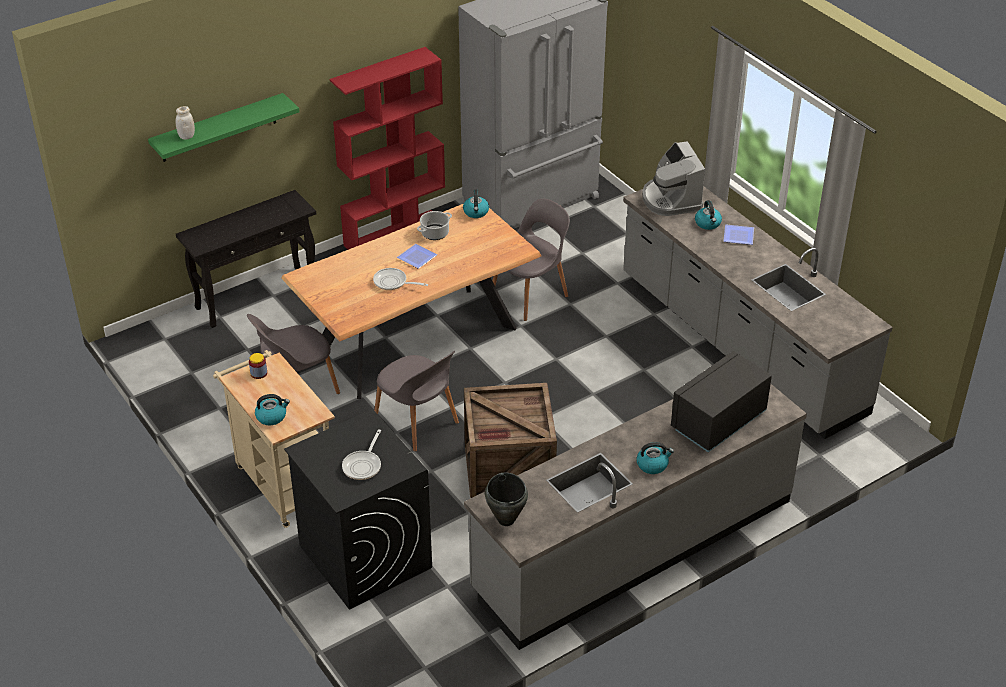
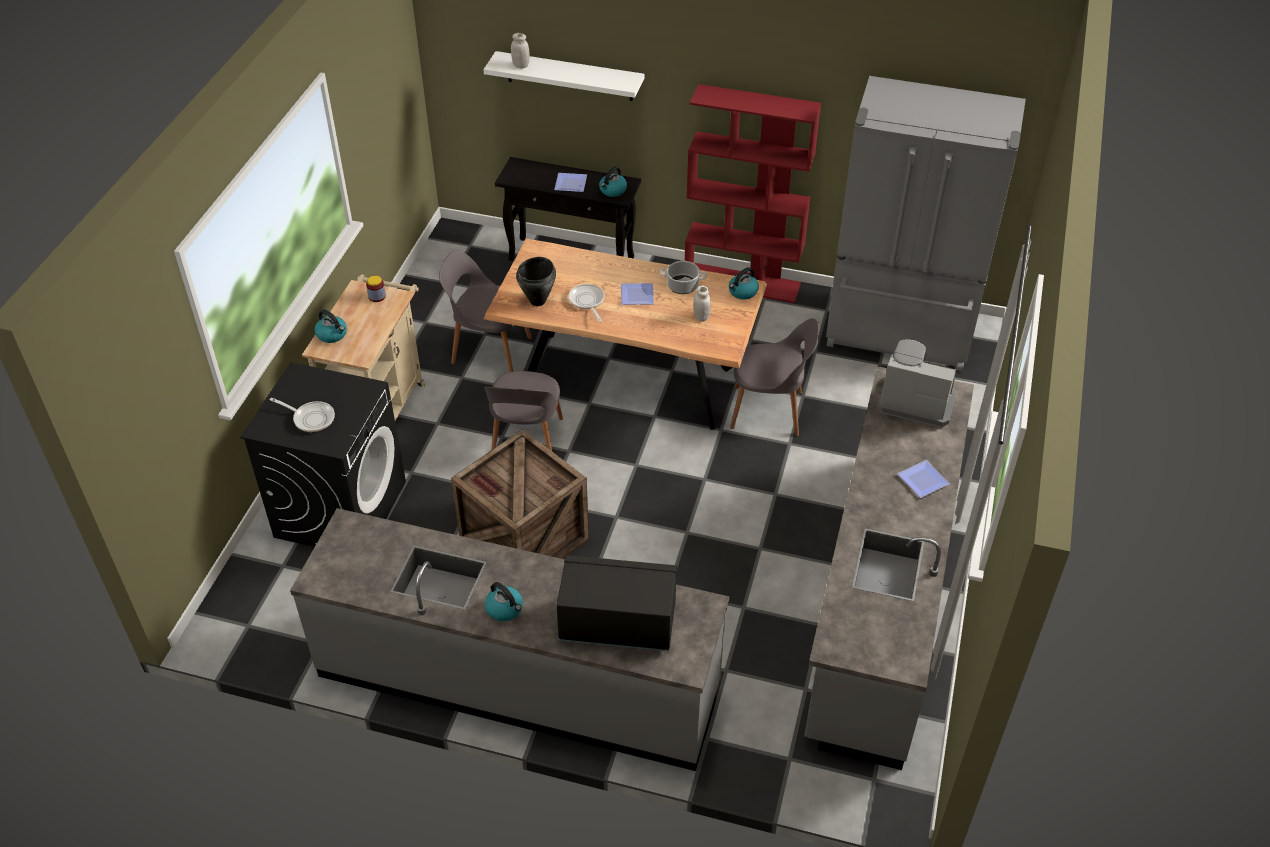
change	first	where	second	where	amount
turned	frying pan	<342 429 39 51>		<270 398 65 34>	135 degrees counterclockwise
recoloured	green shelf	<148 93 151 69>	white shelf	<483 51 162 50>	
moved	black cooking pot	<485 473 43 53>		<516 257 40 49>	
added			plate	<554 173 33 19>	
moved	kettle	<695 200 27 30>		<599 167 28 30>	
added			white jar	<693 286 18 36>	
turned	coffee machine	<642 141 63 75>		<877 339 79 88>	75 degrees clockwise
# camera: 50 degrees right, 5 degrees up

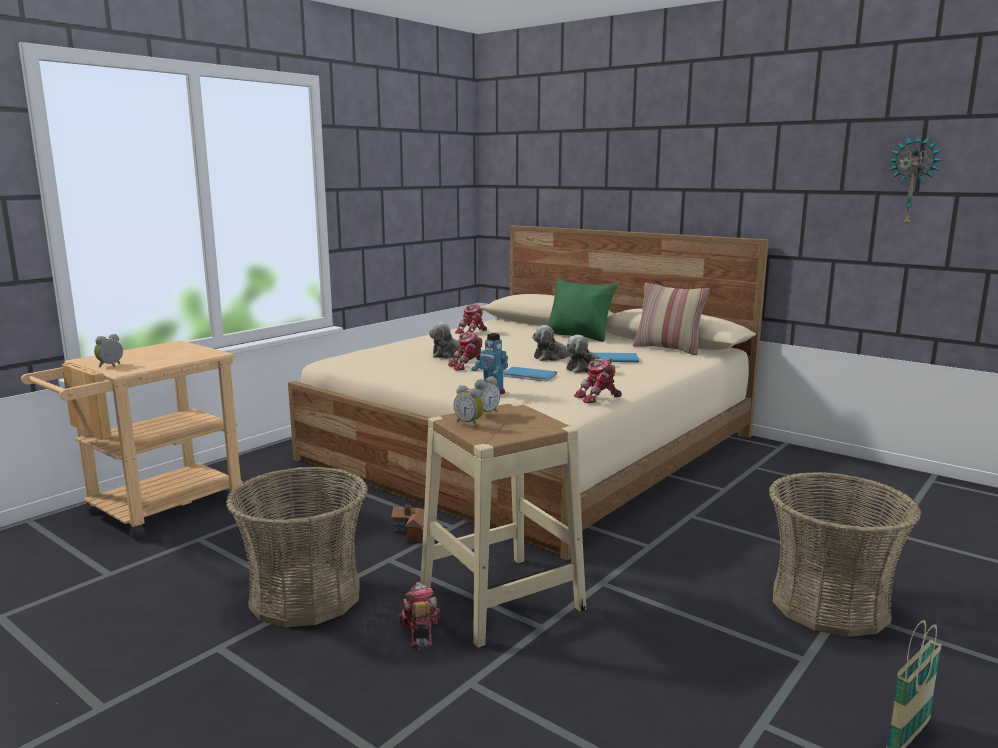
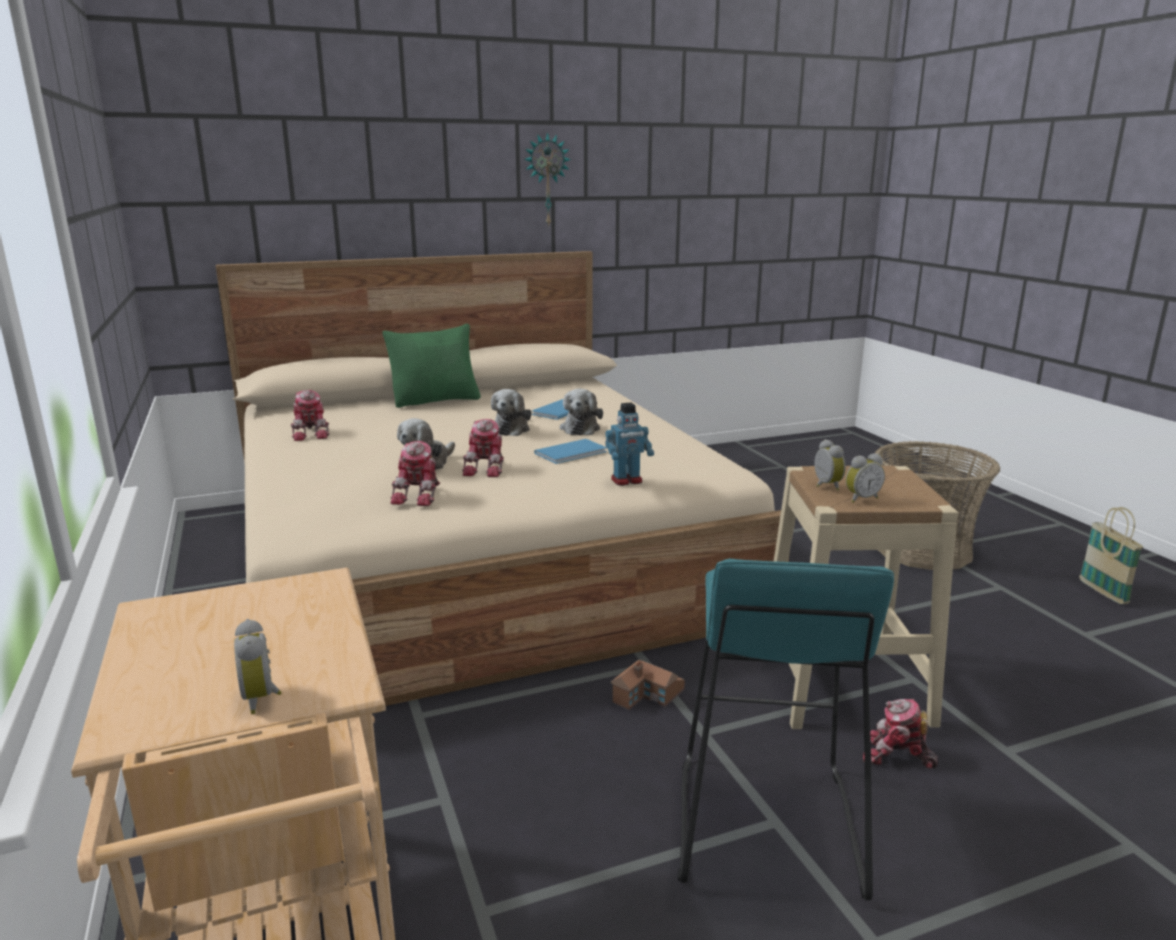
change	first	where	second	where	amount
moved	toy robot	<574 359 48 45>		<390 441 50 65>	
moved	wall clock	<888 134 55 92>		<524 132 47 95>	
replaced	basket	<226 467 142 160>	turquoise stool	<678 559 216 342>	
removed	pillow	<633 283 77 72>			
# camera: 60 degrees left, 5 degrees up

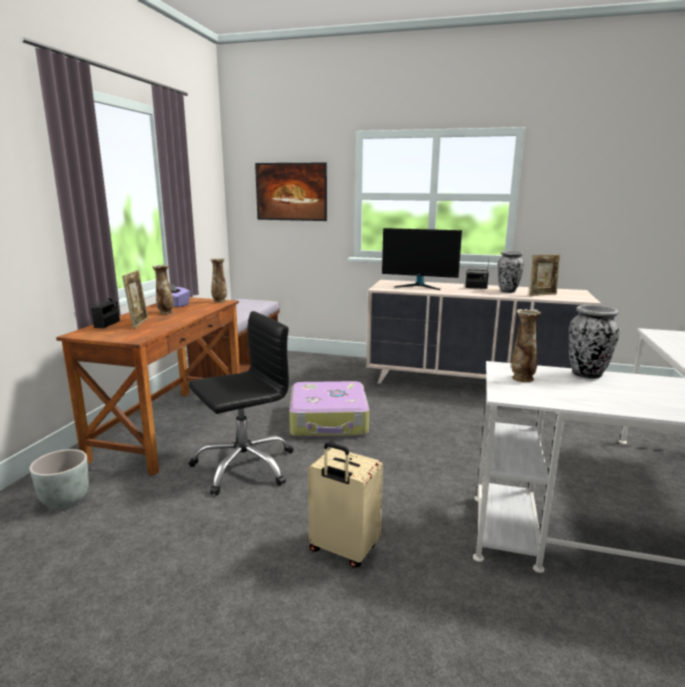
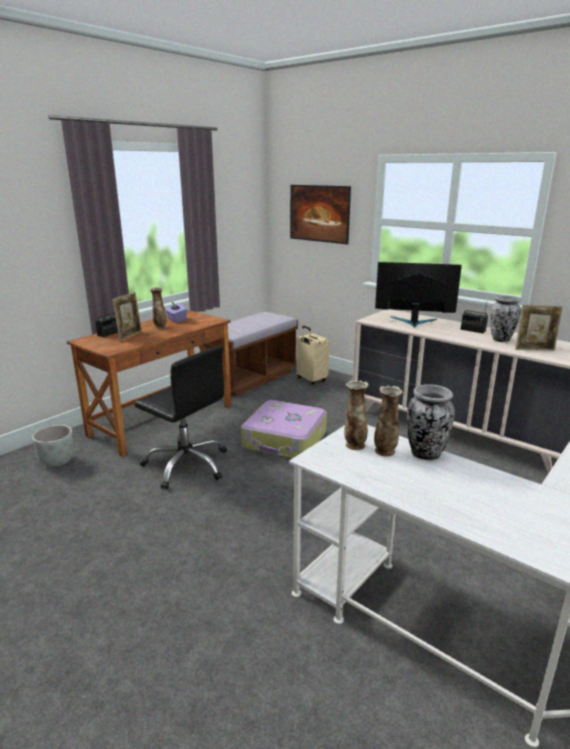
change	first	where	second	where	amount
turned	black office chair	<188 311 105 184>		<135 346 92 143>	45 degrees clockwise
moved	beige suitcase	<308 442 75 126>		<297 326 32 59>	
moved	vase	<210 258 17 45>		<374 385 29 72>	
turned	monitor	<382 228 80 62>		<375 262 87 65>	150 degrees clockwise
# camera: 25 degrees right, 5 degrees up

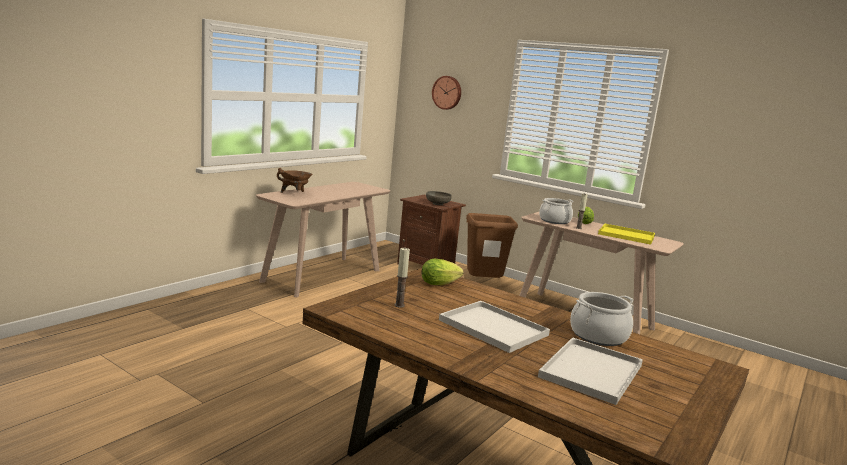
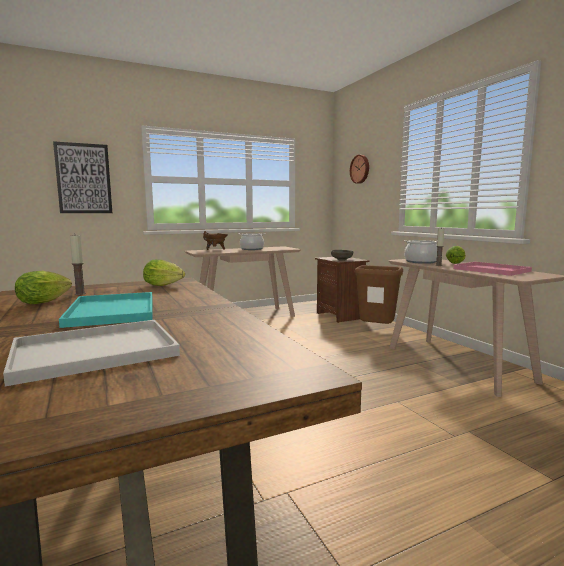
change	first	where	second	where	amount
added			lettuce	<15 271 57 33>	
added			picture	<53 141 59 72>	
recoloured	white tray	<439 301 111 52>	turquoise tray	<59 292 94 36>	
moved	cooking pot	<570 292 64 54>		<239 233 26 17>	
recoloured	yellow tray	<598 224 57 20>	pink tray	<453 262 79 14>	
# camera: 30 degrees right, 5 degrees down

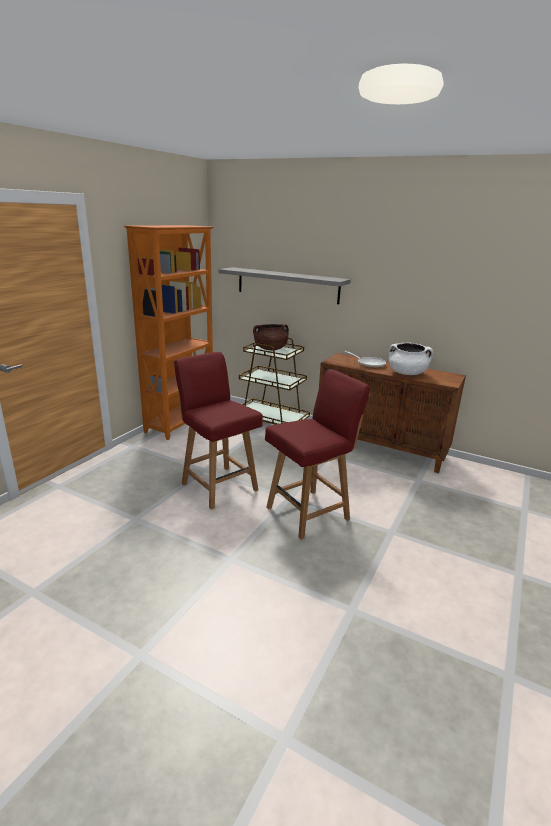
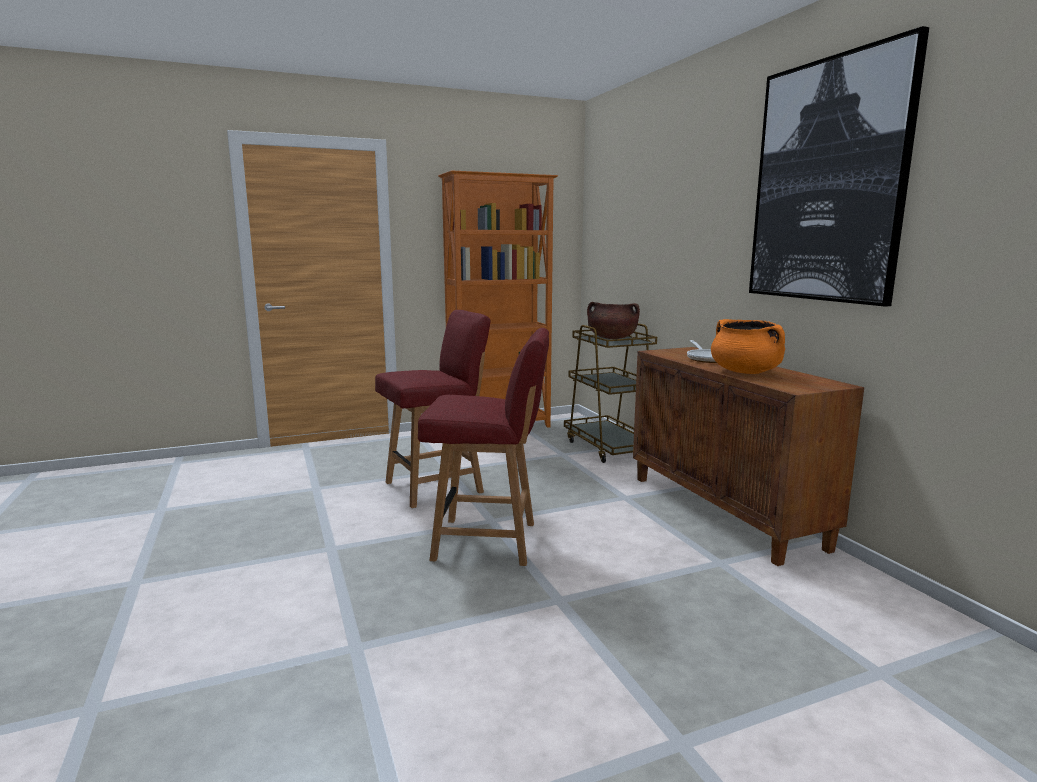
change	first	where	second	where	amount
turned	red chair	<174 352 89 158>		<375 310 116 198>	60 degrees clockwise
recoloured	white cooking pot	<388 343 45 32>	orange cooking pot	<711 319 74 55>	
added			picture	<749 26 180 281>	
removed	grey shelf	<219 267 132 37>			
# camera: 40 degrees right, 10 degrees down

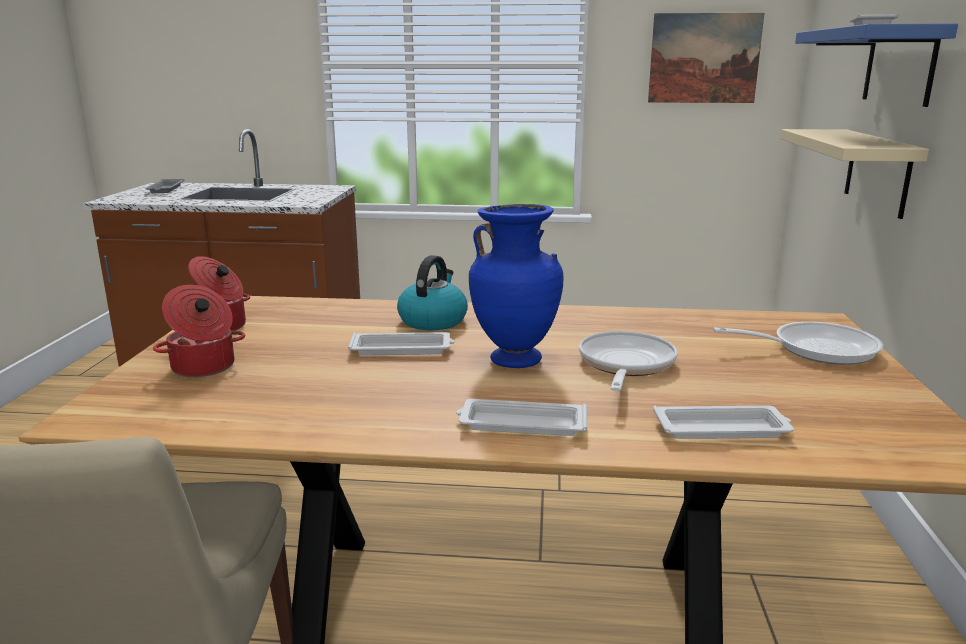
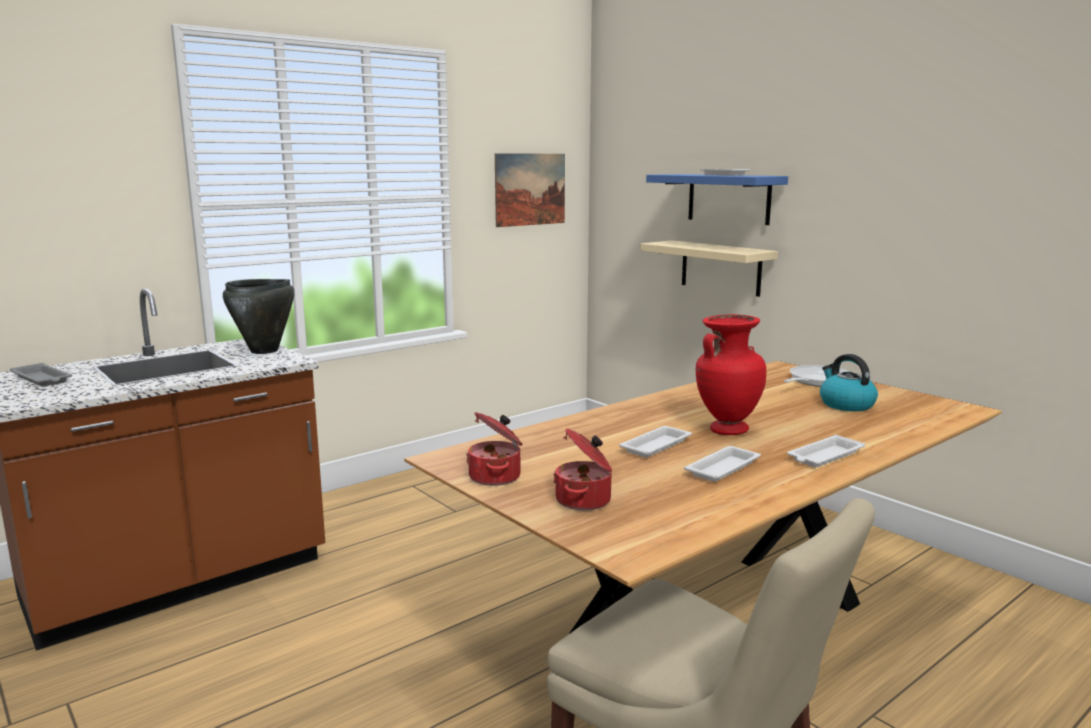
change	first	where	second	where	amount
added			black cooking pot	<223 279 72 75>	
moved	white tray	<653 405 141 34>		<684 446 77 36>	
recoloured	blue vase	<469 204 95 164>	red vase	<696 314 70 121>	
moved	kettle	<397 255 71 75>		<820 354 58 57>	
removed	frying pan	<579 331 99 60>			
# camera: 45 degrees left, 5 degrees down

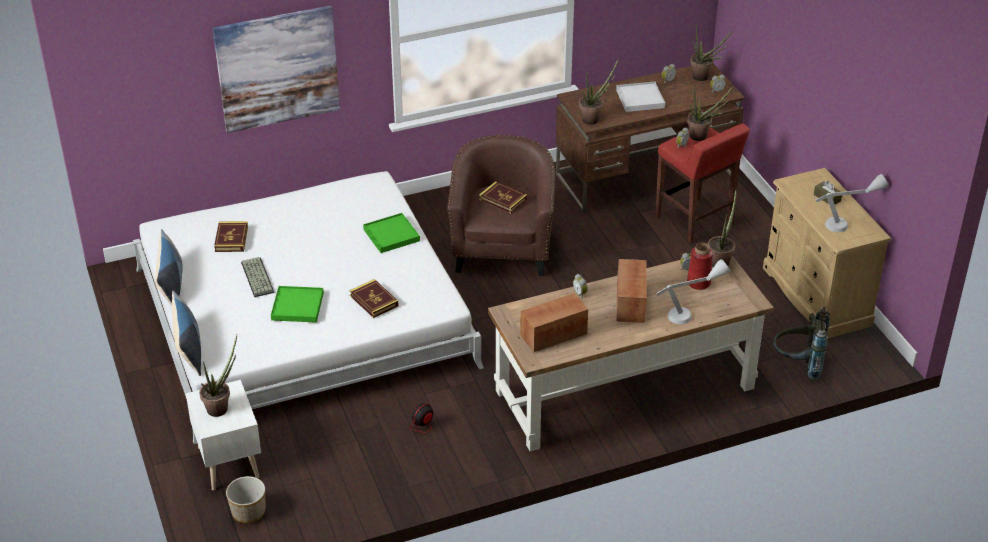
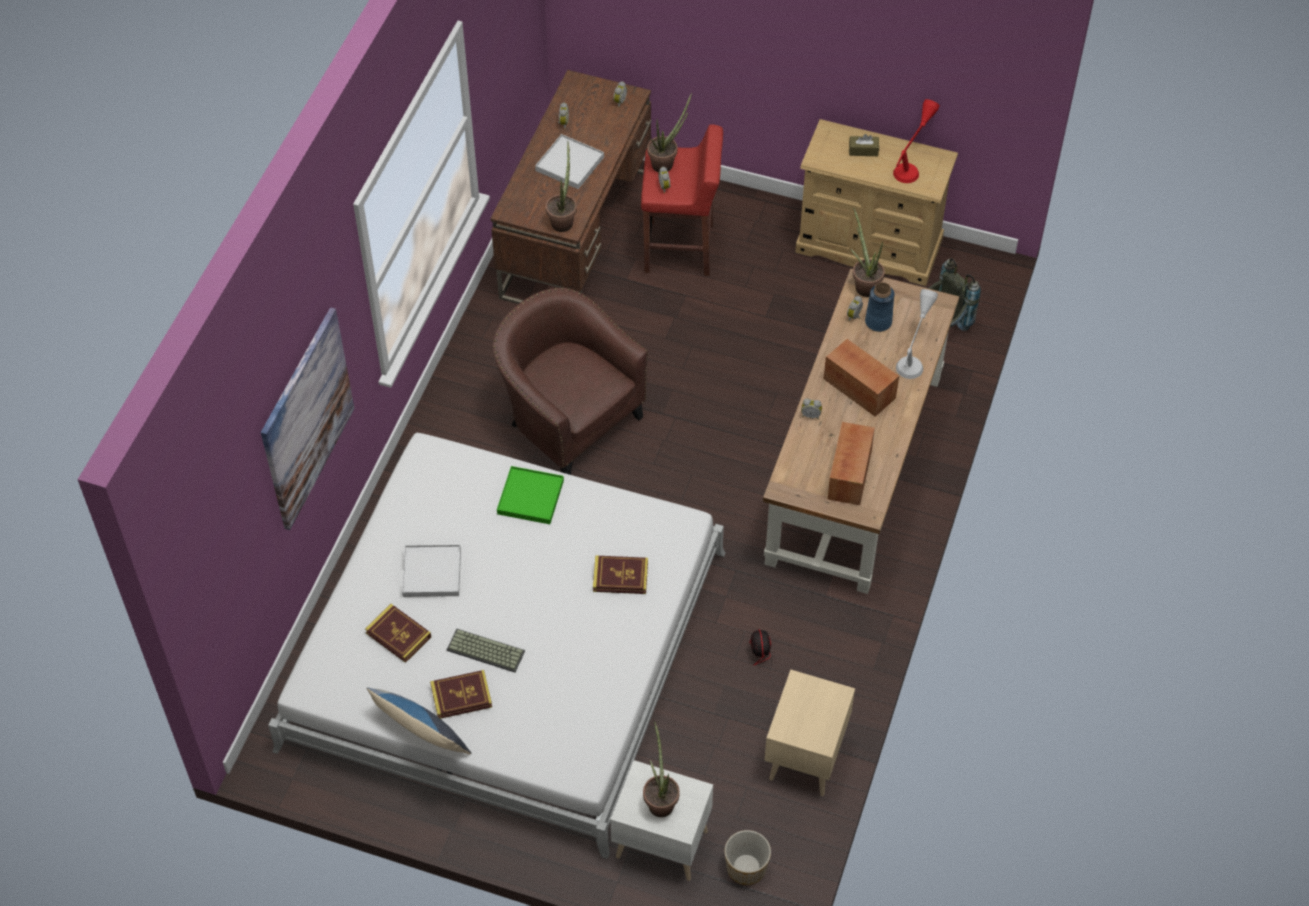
change	first	where	second	where	amount
added			white tray	<402 544 59 53>	
moved	book	<479 181 48 33>		<430 670 62 49>	
added			beige nightstand	<764 669 91 127>	
recoloured	red vase	<687 243 26 47>	blue vase	<865 282 30 50>	
recoloured	grey table lamp	<815 174 74 58>	red table lamp	<893 99 47 84>	
removed	pillow	<172 290 29 86>			
removed	green tray	<271 286 53 37>			
removed	potted plant	<690 24 43 57>			
# camera: 50 degrees left, 15 degrees up

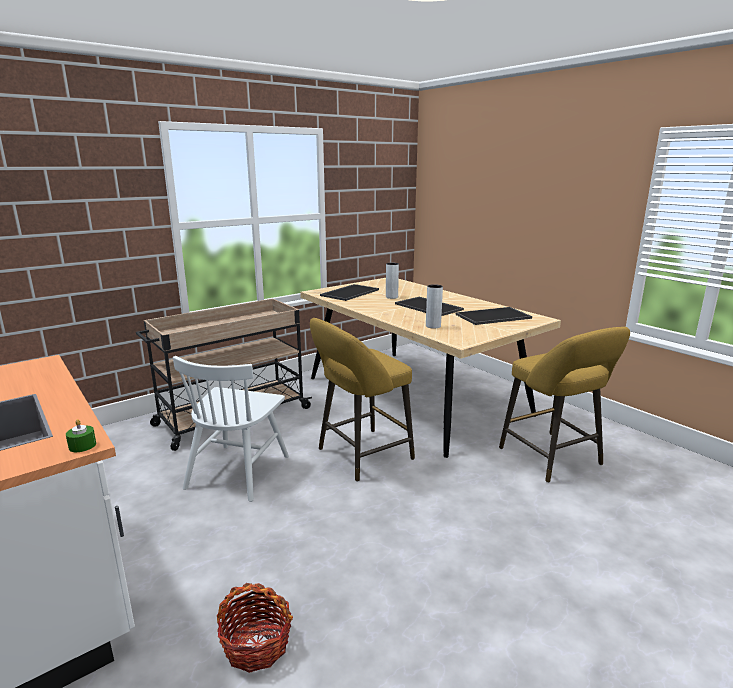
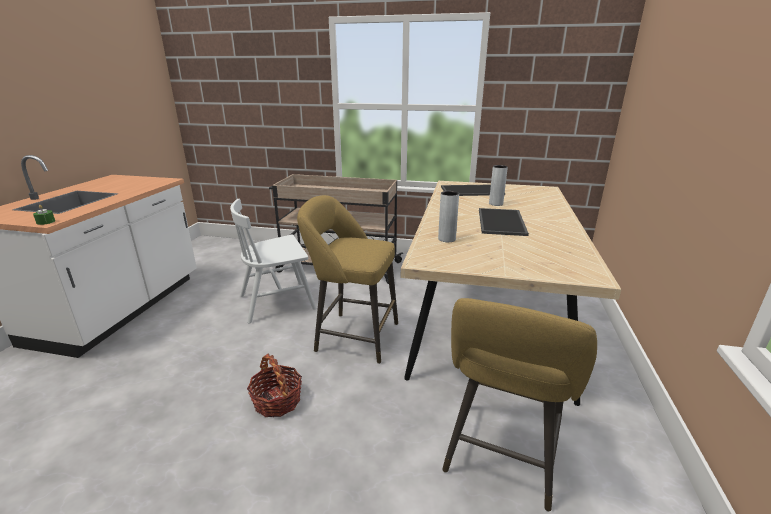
change	first	where	second	where	amount
moved	basket	<217 583 76 90>		<247 353 55 64>	
removed	tray	<455 307 77 18>			
# camera: 50 degrees right, 5 degrees up

